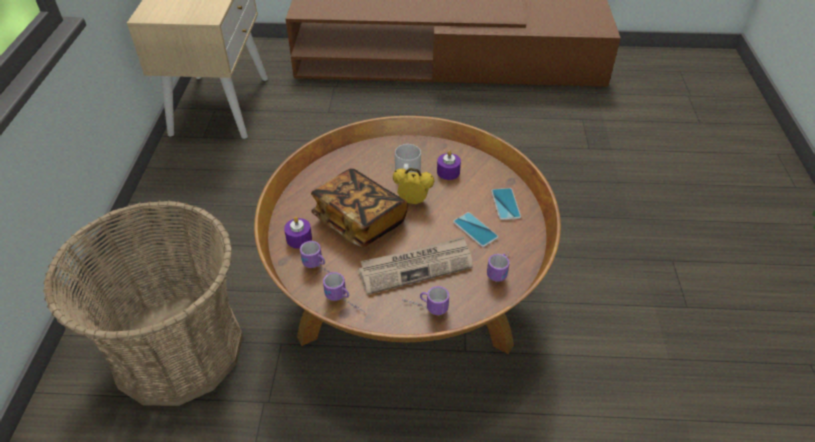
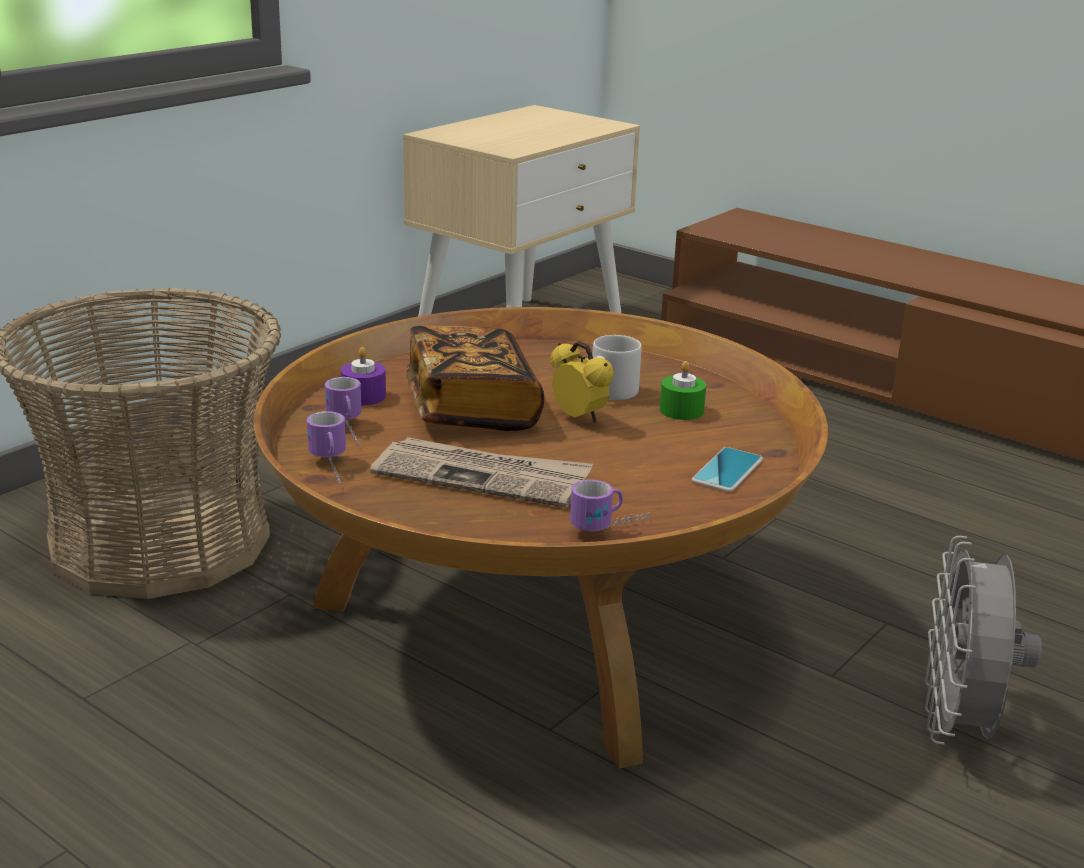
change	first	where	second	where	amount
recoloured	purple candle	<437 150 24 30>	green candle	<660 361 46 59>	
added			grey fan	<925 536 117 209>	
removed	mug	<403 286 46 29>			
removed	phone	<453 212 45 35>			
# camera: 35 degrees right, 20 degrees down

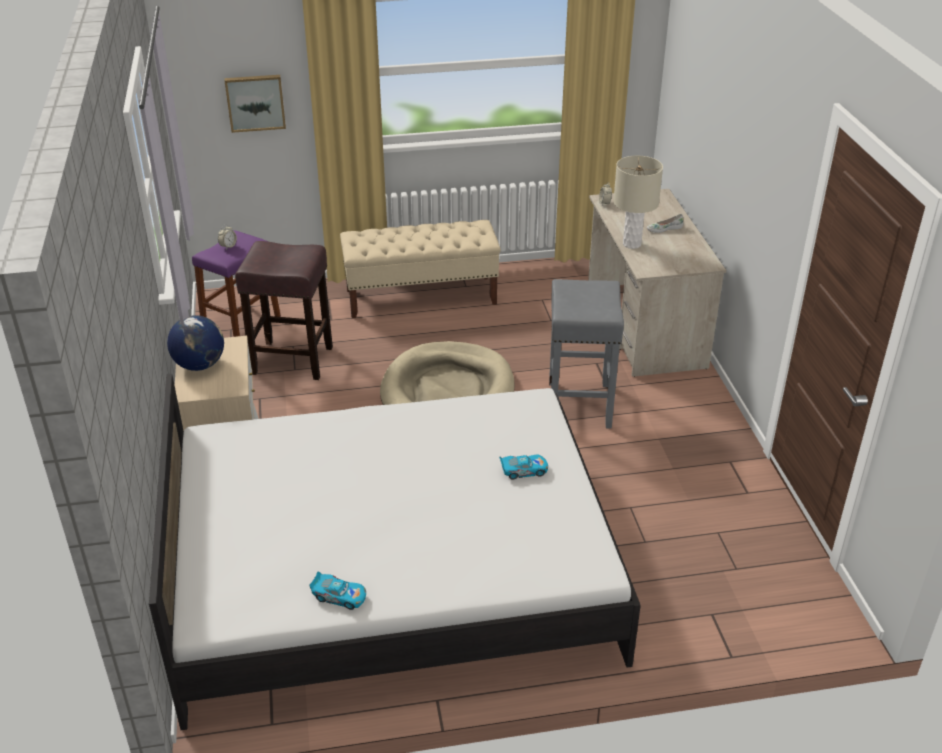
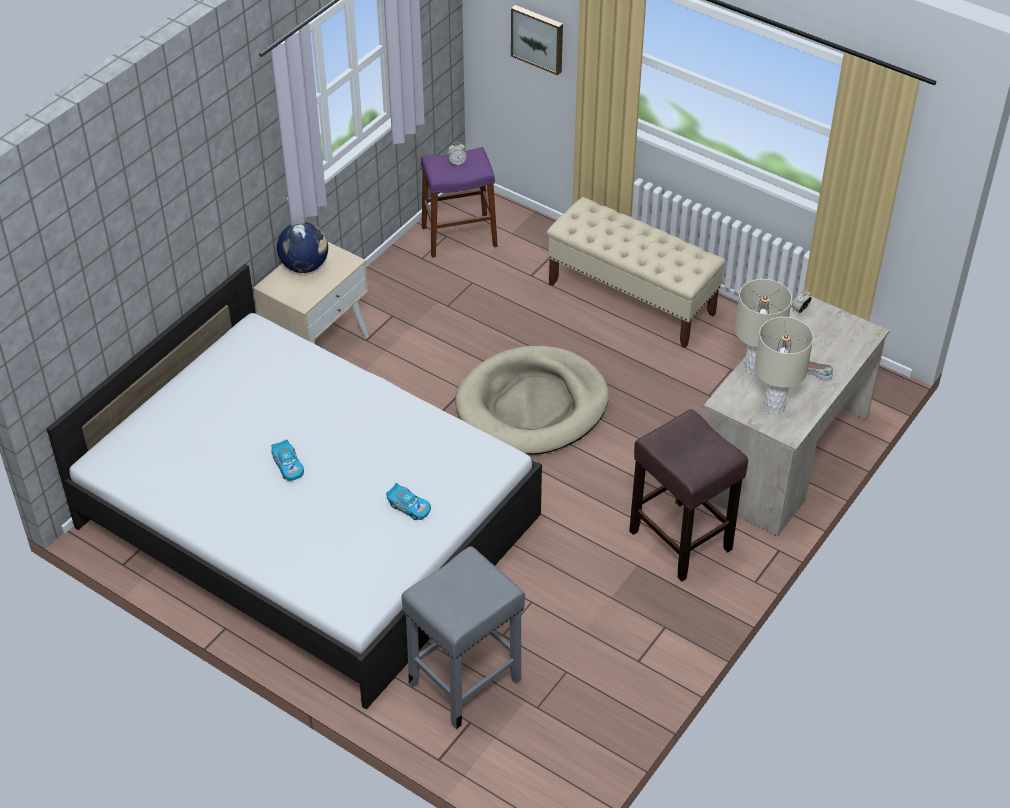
change	first	where	second	where	amount
moved	toy car	<309 572 57 38>		<272 440 32 41>	
moved	grey stool	<549 279 75 149>		<402 546 123 183>	
moved	brown stool	<235 241 98 139>		<629 409 119 172>	
added			beige table lamp	<754 317 59 97>	
# camera: 45 degrees right, 10 degrees up

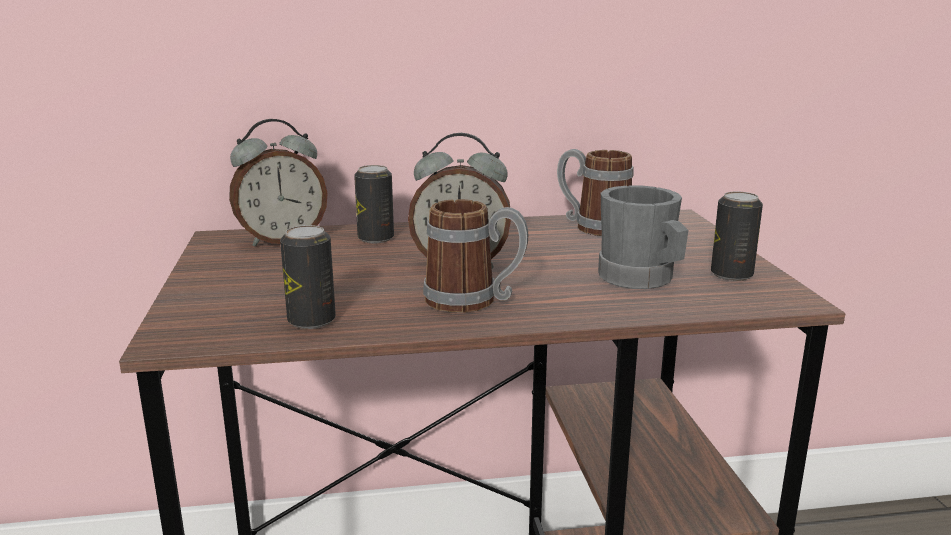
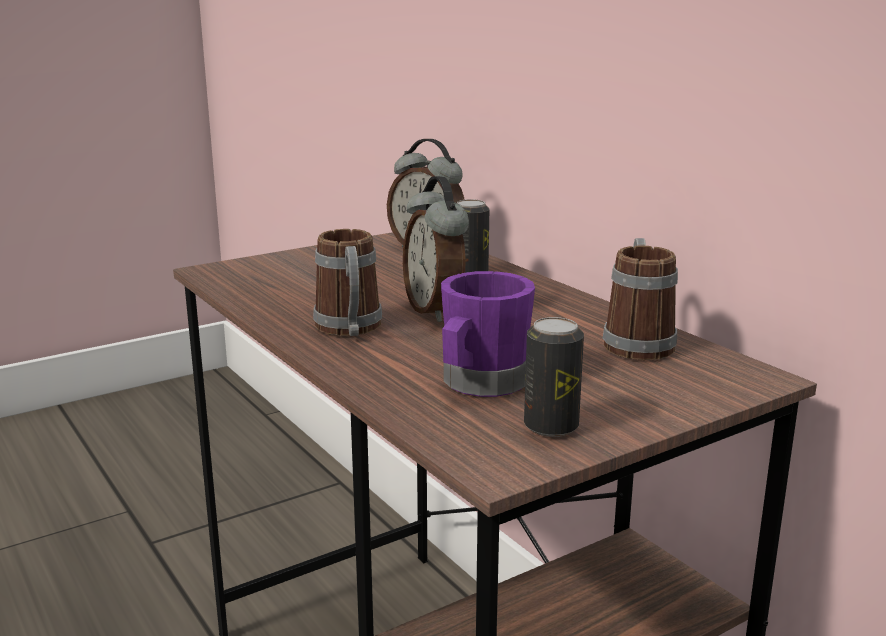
change	first	where	second	where	amount
recoloured	grey mug	<598 185 91 104>	purple mug	<441 271 94 126>	
removed	can	<280 225 56 104>			
# camera: 65 degrees right, 0 degrees up

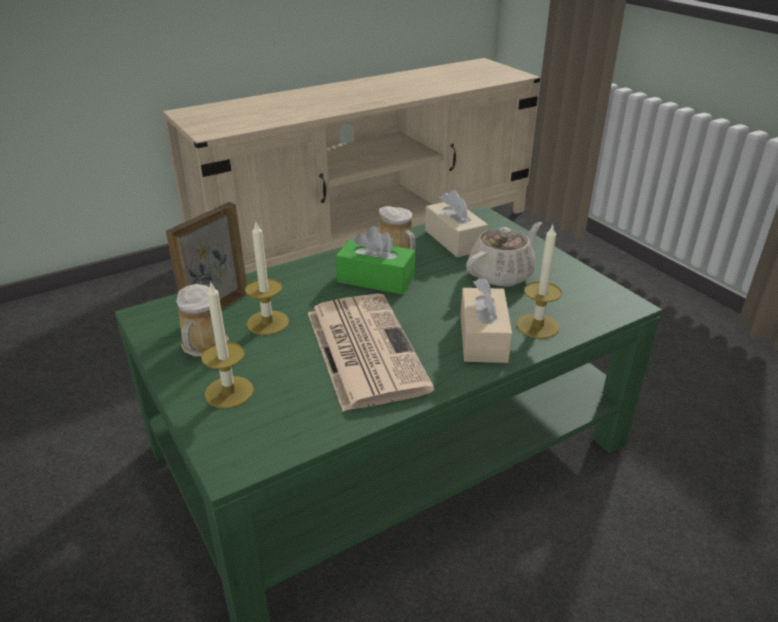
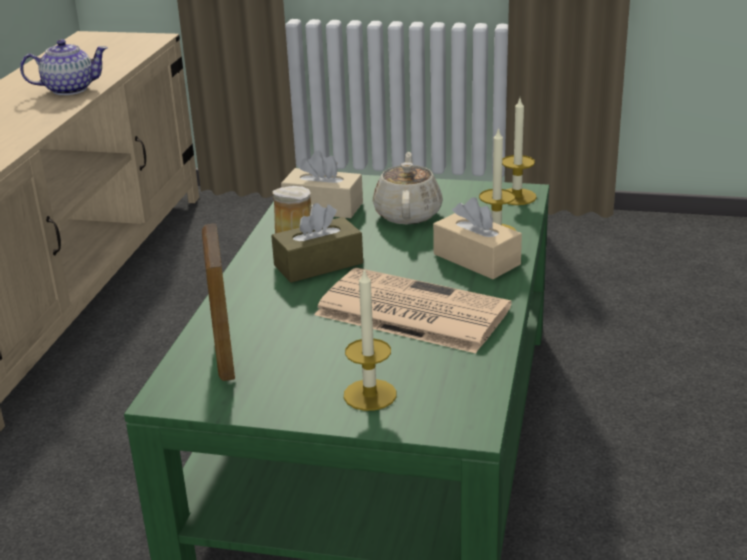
change	first	where	second	where	amount
added			teapot	<20 39 88 56>	
recoloured	green tissue box	<336 226 79 69>	brown tissue box	<271 203 92 80>	
moved	candle	<245 222 44 113>		<502 98 35 107>	
removed	mug	<176 284 53 73>			
# camera: 45 degrees left, 5 degrees down

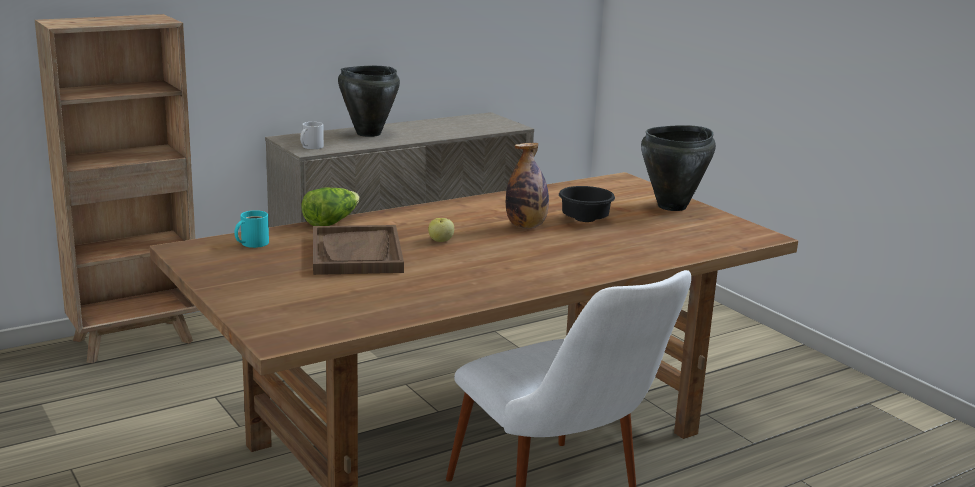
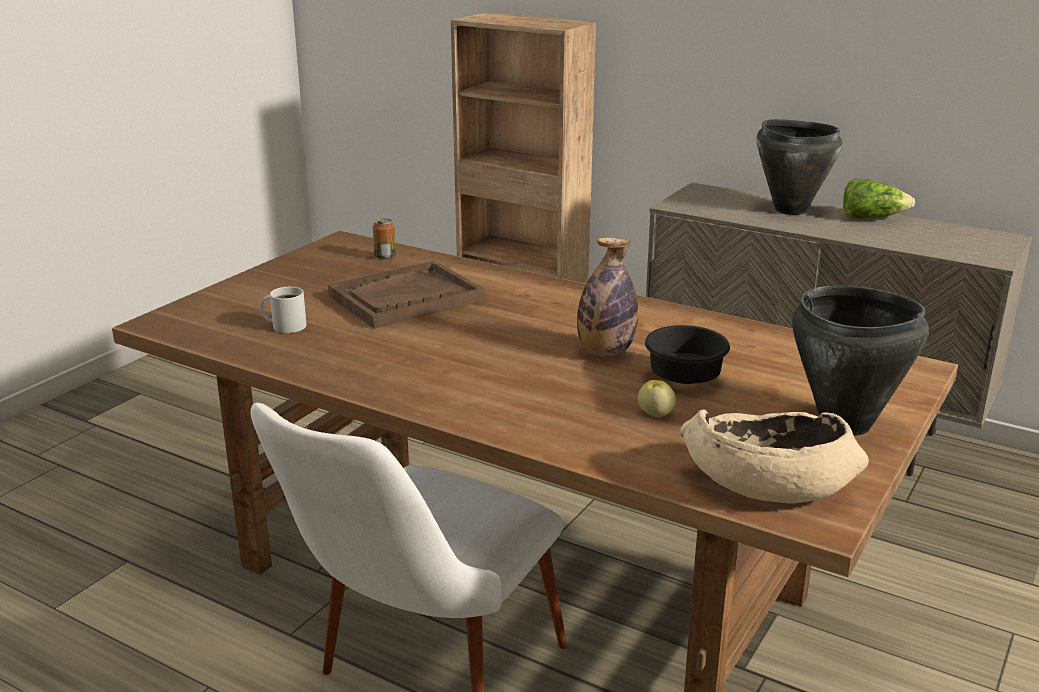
change	first	where	second	where	amount
moved	white mug	<300 122 24 27>		<260 287 47 46>	
replaced	turquoise mug	<234 210 35 38>	can	<373 218 23 42>	
moved	apple	<428 218 26 24>		<638 380 38 37>	
added			beige bowl	<680 409 189 95>	
moved	lettuce	<301 187 59 39>		<843 179 72 40>	
# camera: 65 degrees right, 5 degrees up

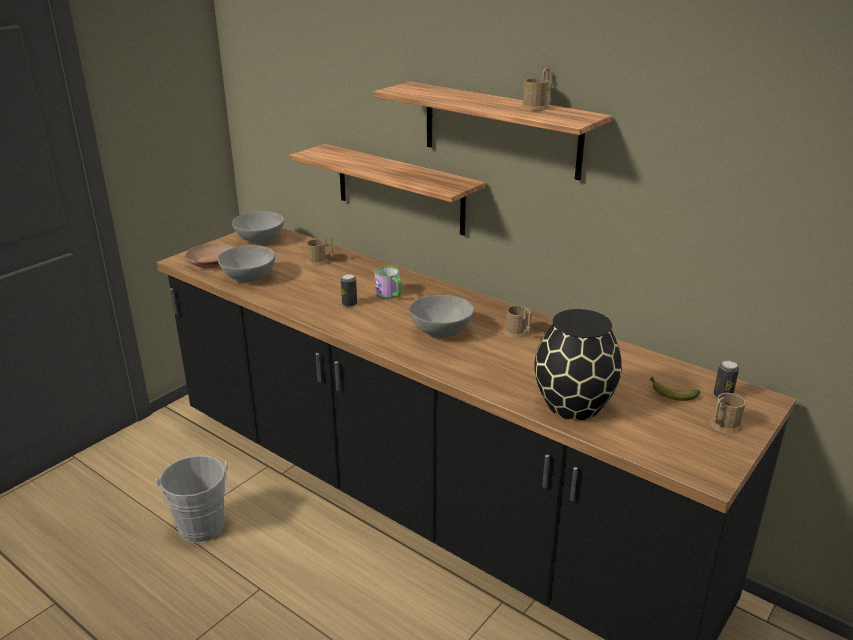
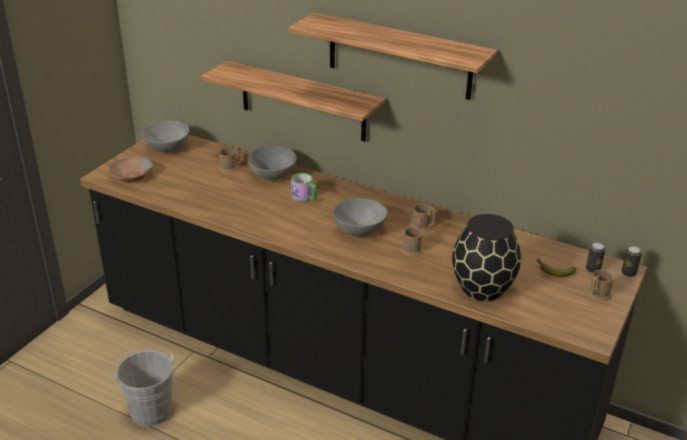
change	first	where	second	where	amount
moved	grey bowl	<217 245 58 37>		<247 146 50 34>	
moved	brown mug	<521 68 29 43>		<401 219 22 37>	
moved	can	<341 274 16 33>		<622 246 20 31>	
# camera: 10 degrees left, 5 degrees up

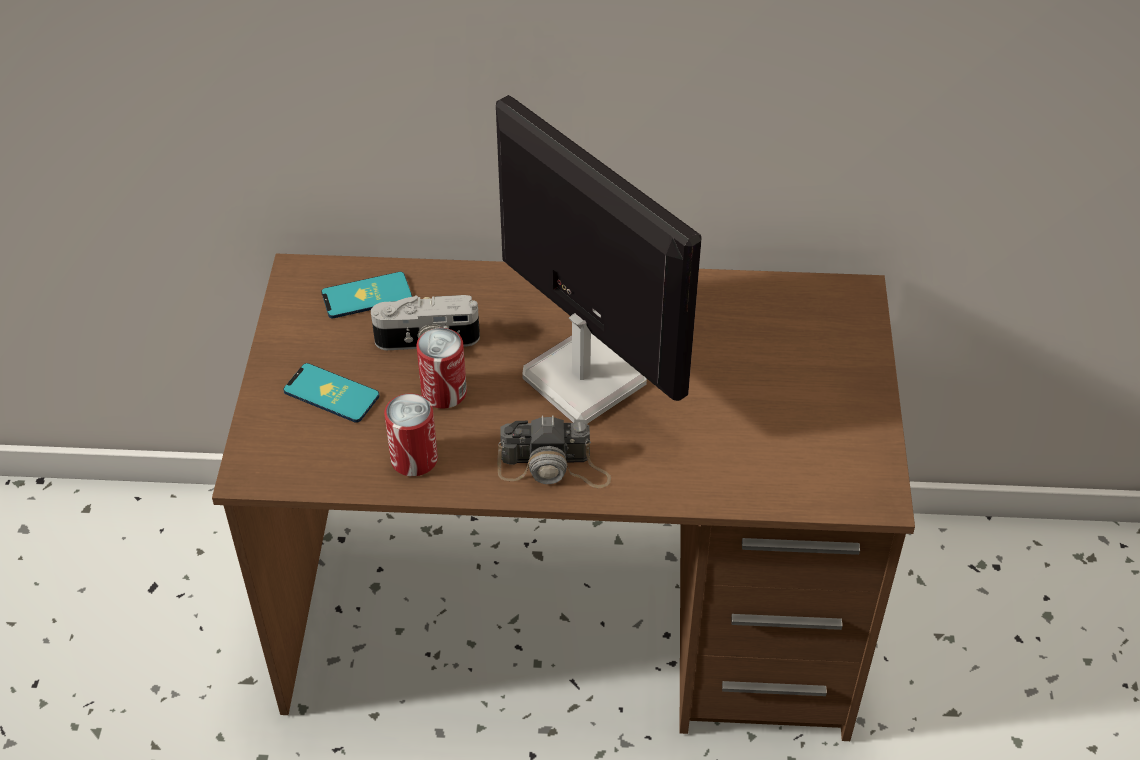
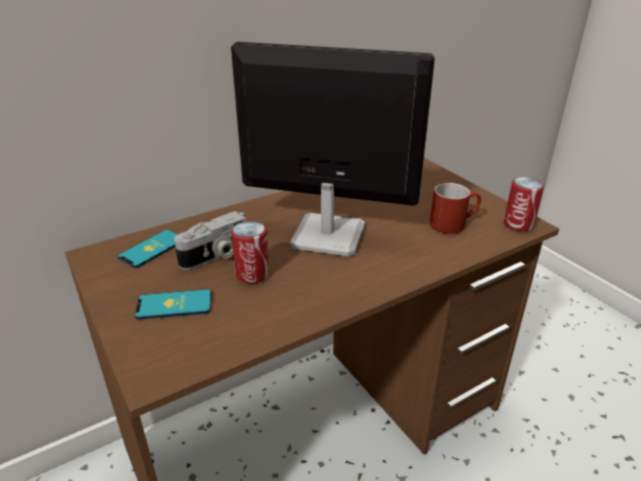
change	first	where	second	where	amount
added			red mug	<430 183 51 51>	
moved	can	<384 393 54 83>		<504 177 40 55>	
removed	photo camera	<497 415 114 73>			
# camera: 35 degrees left, 15 degrees down

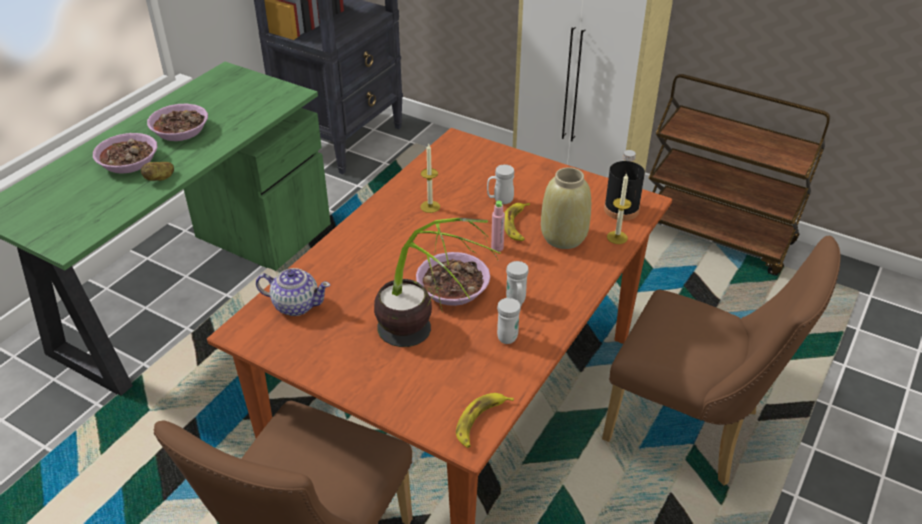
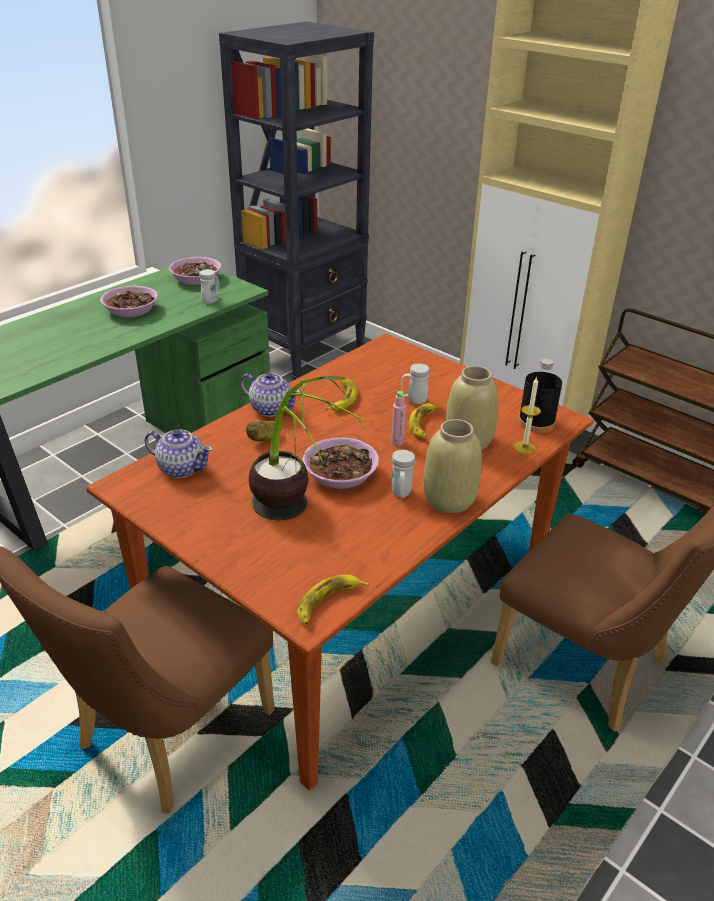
change	first	where	second	where	amount
moved	bowl	<93 133 64 41>		<169 257 52 28>	
moved	white mug	<497 298 24 46>		<199 269 21 35>	
added			teapot	<240 373 60 44>	
moved	potato	<141 162 33 19>		<246 420 35 22>	
replaced	candle	<420 143 20 70>	banana	<325 379 32 32>	
added			beige vase	<423 419 59 94>	
# camera: 10 degrees right, 5 degrees down

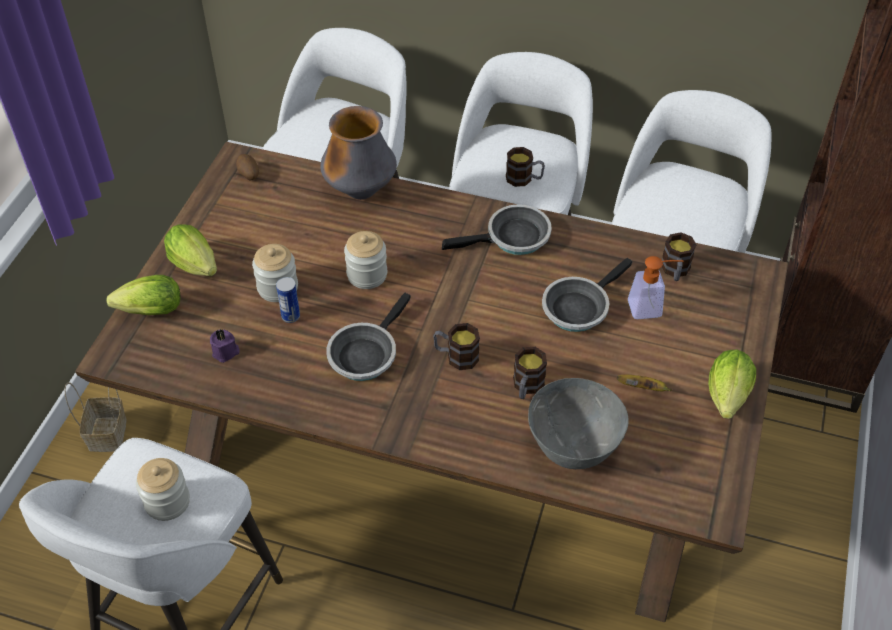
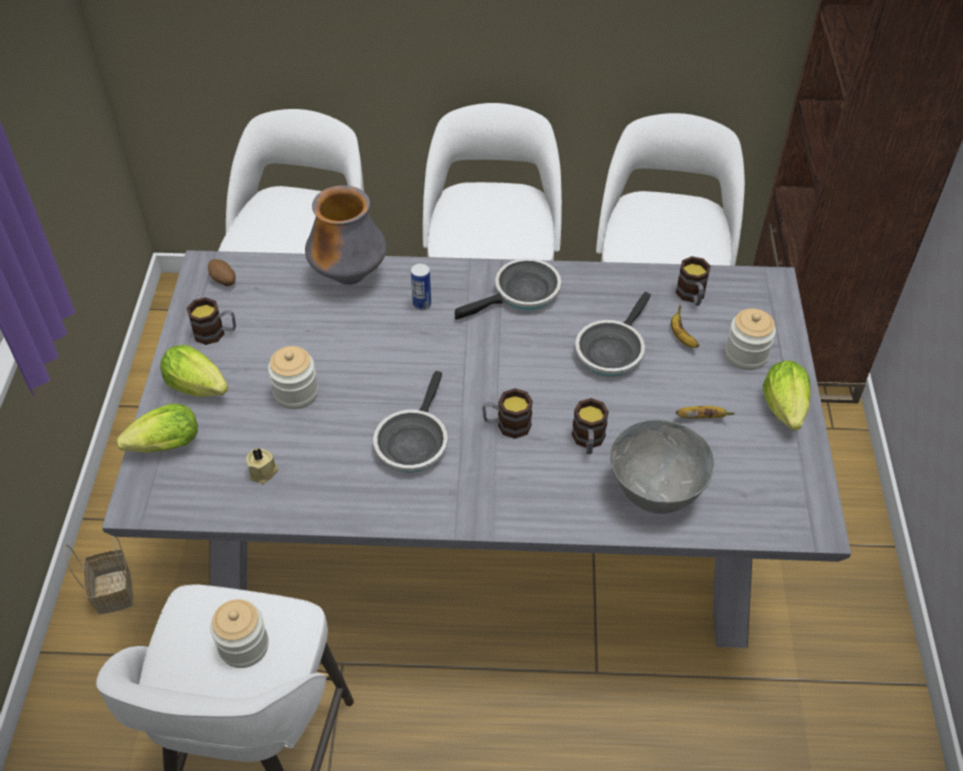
change	first	where	second	where	amount
recoloured	brown dining table	<75 142 713 480>	grey dining table	<102 250 749 398>	
moved	mug	<506 147 39 40>		<186 297 50 48>	
recoloured	purple candle	<210 329 29 34>	beige candle	<246 448 32 36>	
moved	can	<276 277 24 46>		<411 263 20 47>	
replaced	soap dispenser	<628 256 56 63>	banana	<671 305 28 43>	
moved	jar	<344 231 43 58>		<725 308 51 62>	
# camera: 15 degrees left, 0 degrees up

